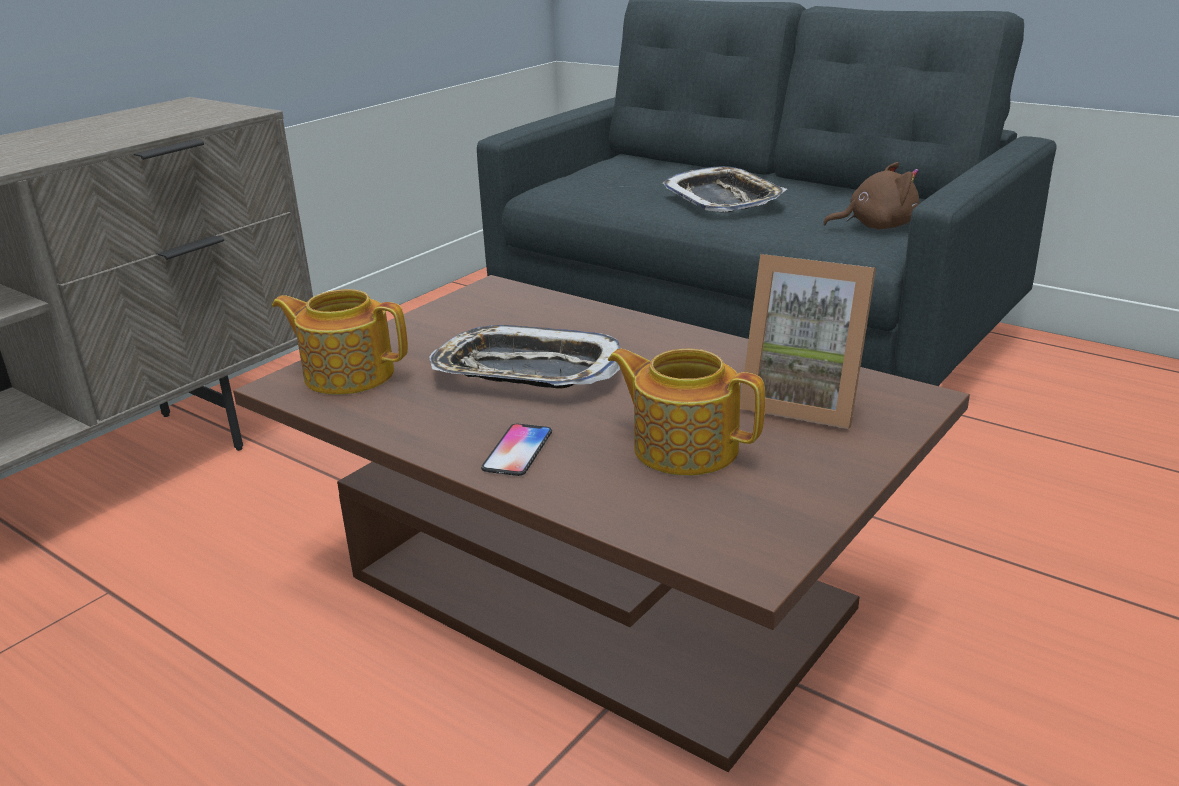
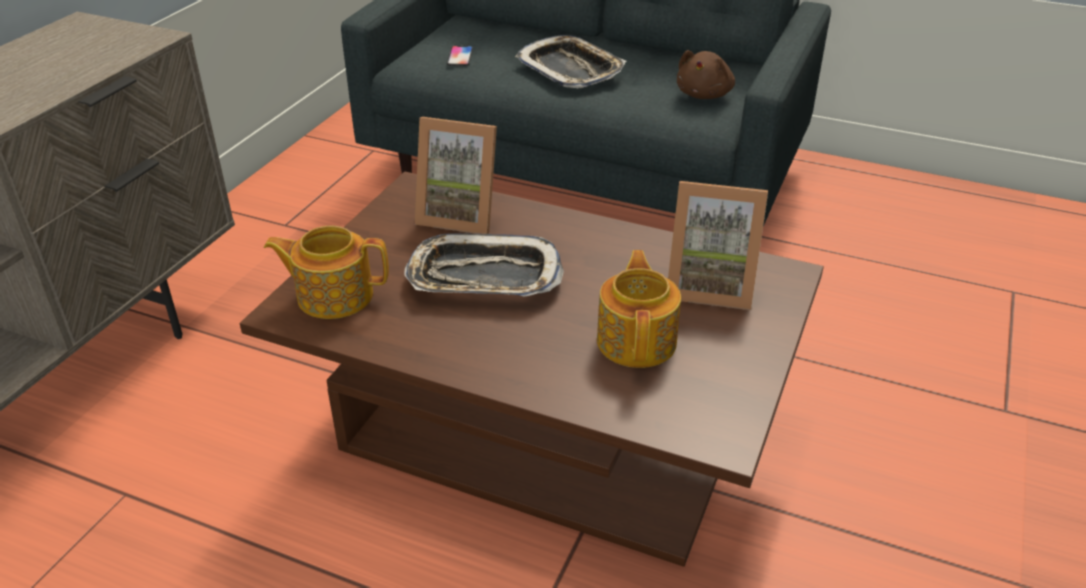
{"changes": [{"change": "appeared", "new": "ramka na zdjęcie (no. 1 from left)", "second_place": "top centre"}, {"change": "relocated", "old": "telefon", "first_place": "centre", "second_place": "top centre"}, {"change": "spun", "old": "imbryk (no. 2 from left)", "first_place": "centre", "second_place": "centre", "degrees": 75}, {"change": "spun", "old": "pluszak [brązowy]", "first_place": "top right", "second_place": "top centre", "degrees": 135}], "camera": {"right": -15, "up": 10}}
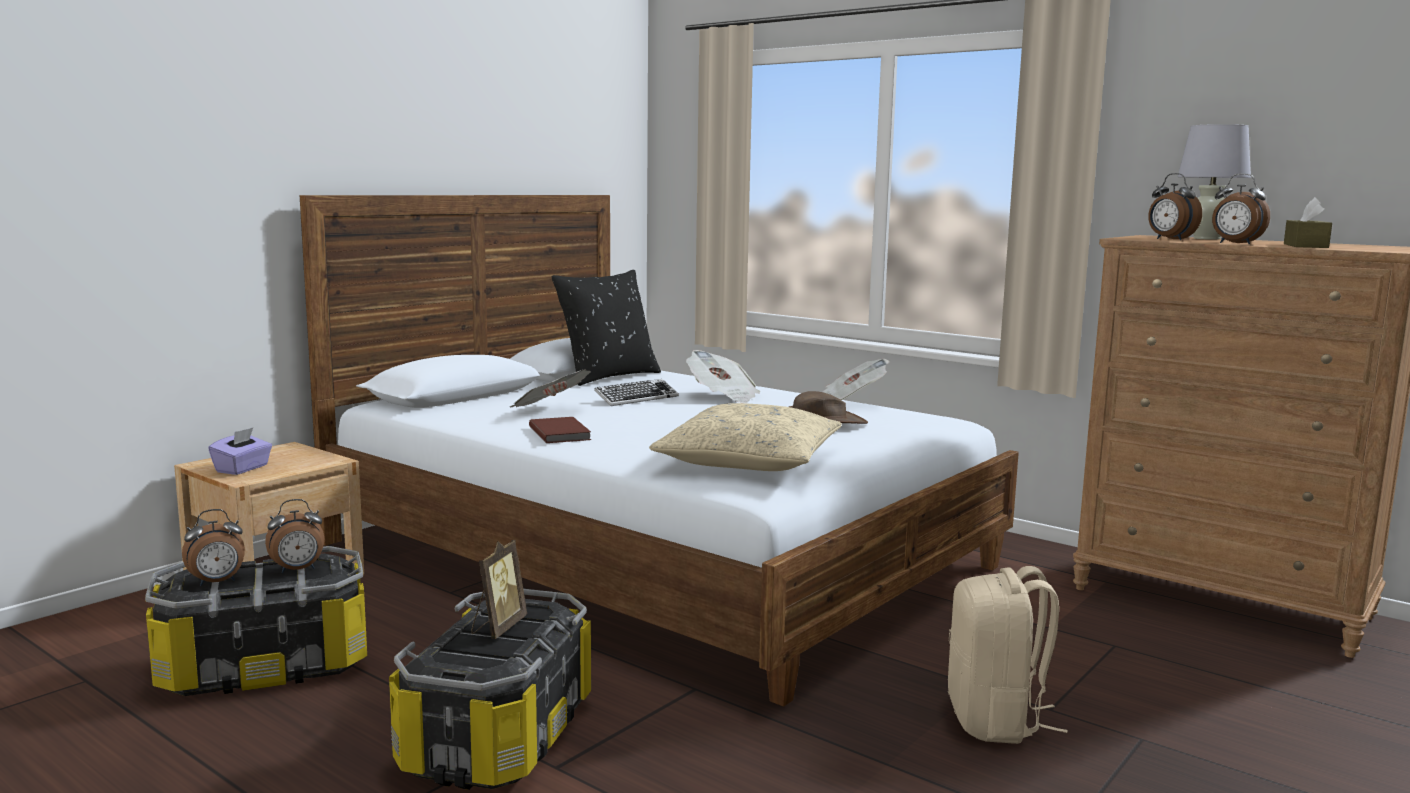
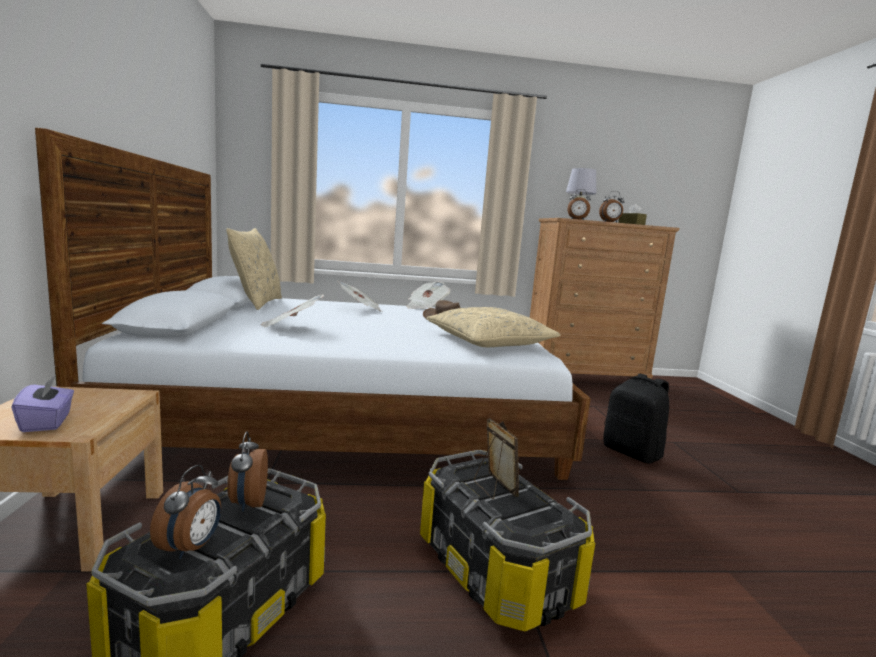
{"changes": [{"change": "colour", "old": "poduszka [czarny]", "new": "poduszka [beżowy] (no. 1 from left)", "first_place": "centre", "second_place": "middle left"}, {"change": "spun", "old": "budzik (no. 2 from left)", "first_place": "bottom left", "second_place": "bottom left", "degrees": 150}, {"change": "colour", "old": "plecak [beżowy]", "new": "plecak [czarny]", "first_place": "bottom right", "second_place": "middle right"}, {"change": "missing", "old": "książka [brązowy]", "first_place": "centre"}, {"change": "missing", "old": "klawiatura", "first_place": "centre"}], "camera": {"right": -45, "up": 0}}
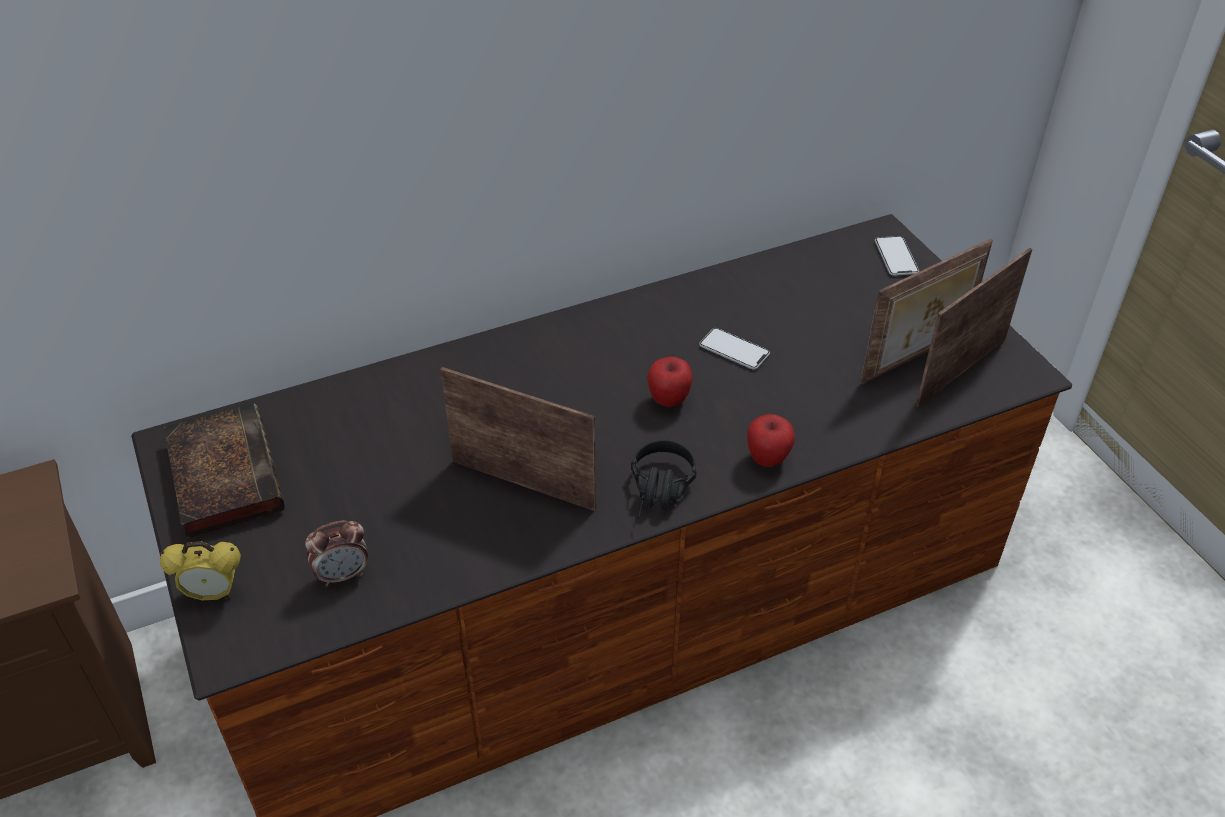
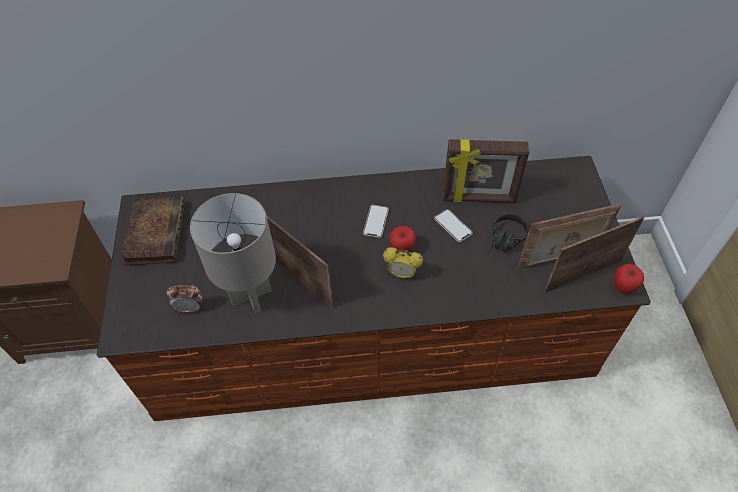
{"changes": [{"change": "appeared", "new": "lampa stołowa [szary]", "second_place": "middle left"}, {"change": "relocated", "old": "telefon (no. 2 from left in the first image)", "new": "telefon (no. 1 from left)", "first_place": "top right", "second_place": "centre"}, {"change": "relocated", "old": "budzik (no. 1 from left in the first image)", "new": "budzik (no. 2 from left)", "first_place": "bottom left", "second_place": "centre"}, {"change": "appeared", "new": "ramka na zdjęcie (no. 2 from left)", "second_place": "centre"}, {"change": "relocated", "old": "słuchawki [czarny]", "first_place": "centre", "second_place": "middle right"}, {"change": "relocated", "old": "jabłko (no. 2 from left)", "first_place": "centre", "second_place": "middle right"}], "camera": {"right": 20, "up": 10}}
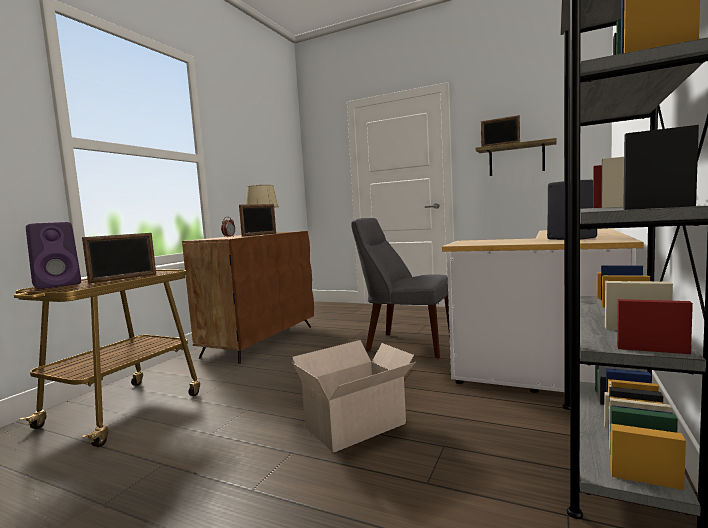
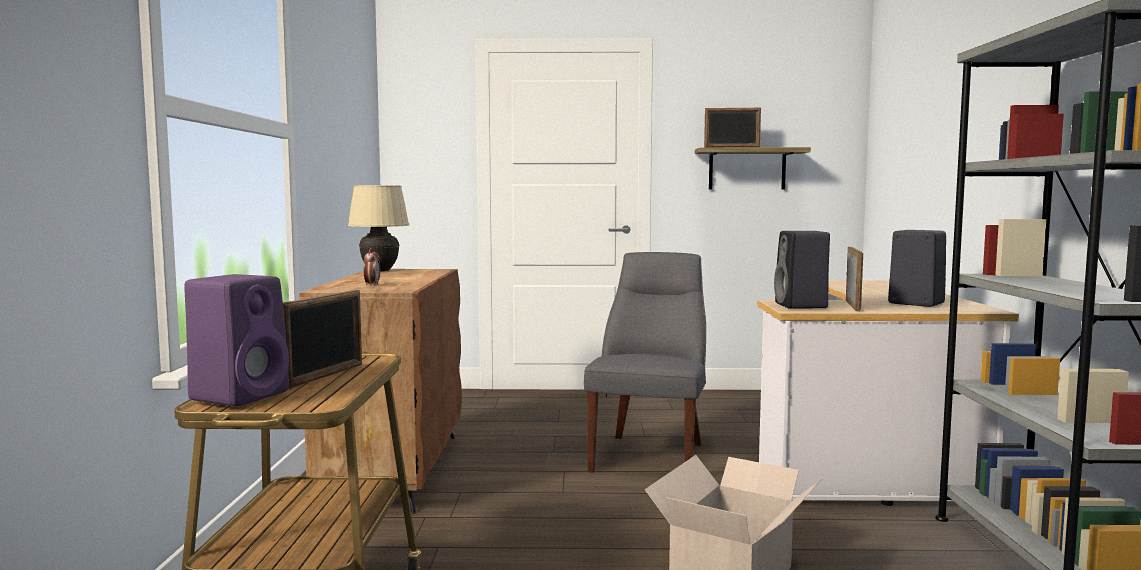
{"changes": [{"change": "spun", "old": "krzesło [szary]", "first_place": "centre", "second_place": "centre", "degrees": 105}, {"change": "appeared", "new": "głośnik [czarny] (no. 1 from left)", "second_place": "middle right"}, {"change": "relocated", "old": "ramka na zdjęcie (no. 2 from left in the first image)", "new": "ramka na zdjęcie (no. 3 from left)", "first_place": "centre", "second_place": "middle right"}], "camera": {"right": -25, "up": 0}}
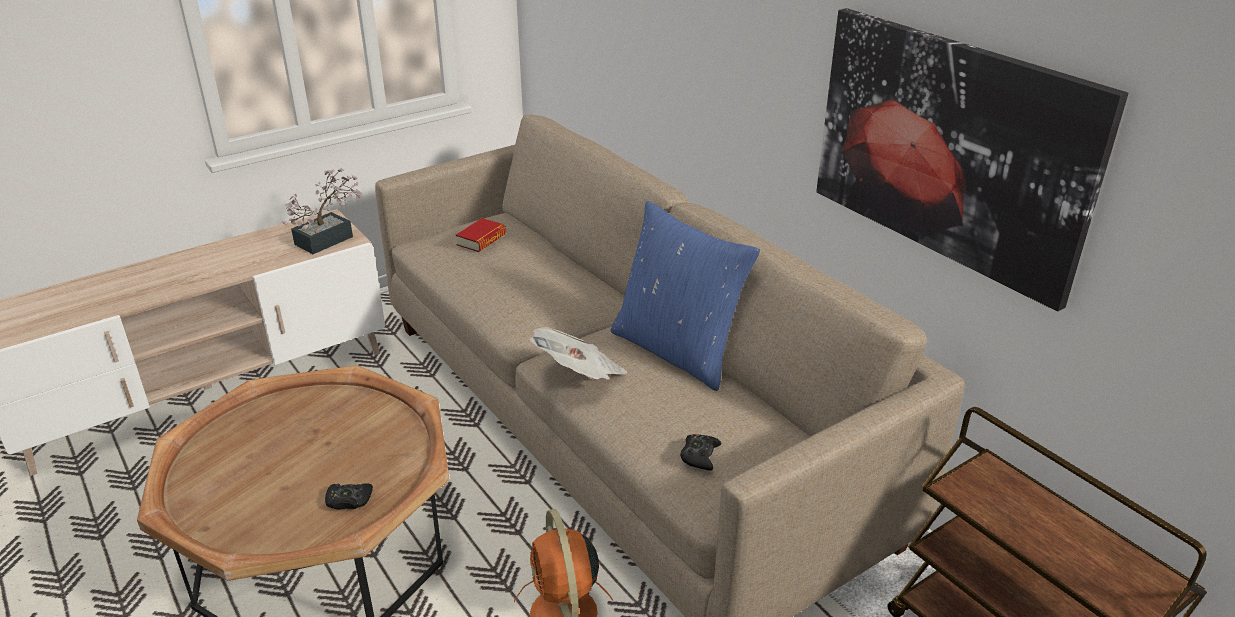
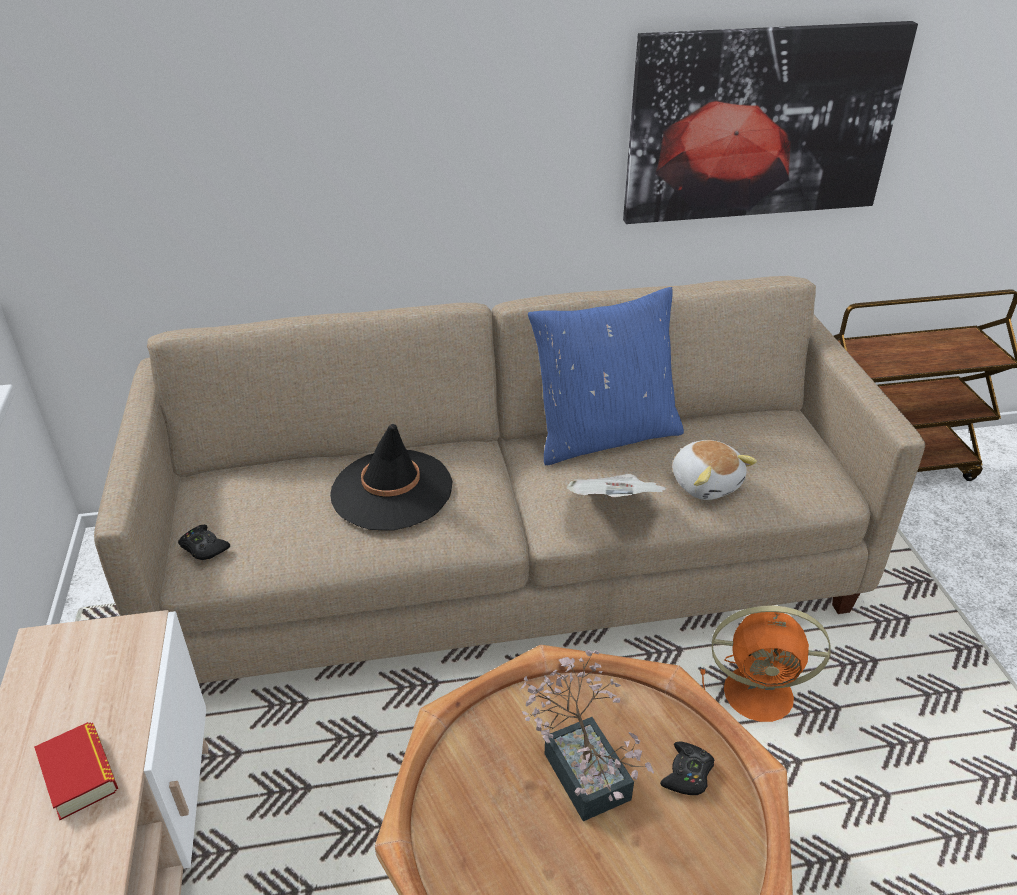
{"changes": [{"change": "relocated", "old": "książka", "first_place": "centre", "second_place": "bottom left"}, {"change": "relocated", "old": "pad do gier [czarny] (no. 2 from left in the first image)", "new": "pad do gier [czarny] (no. 1 from left)", "first_place": "bottom centre", "second_place": "middle left"}, {"change": "appeared", "new": "kapelusz [czarny]", "second_place": "centre"}, {"change": "relocated", "old": "roślina doniczkowa", "first_place": "middle left", "second_place": "bottom centre"}, {"change": "appeared", "new": "pluszak", "second_place": "middle right"}], "camera": {"right": -65, "up": 5}}
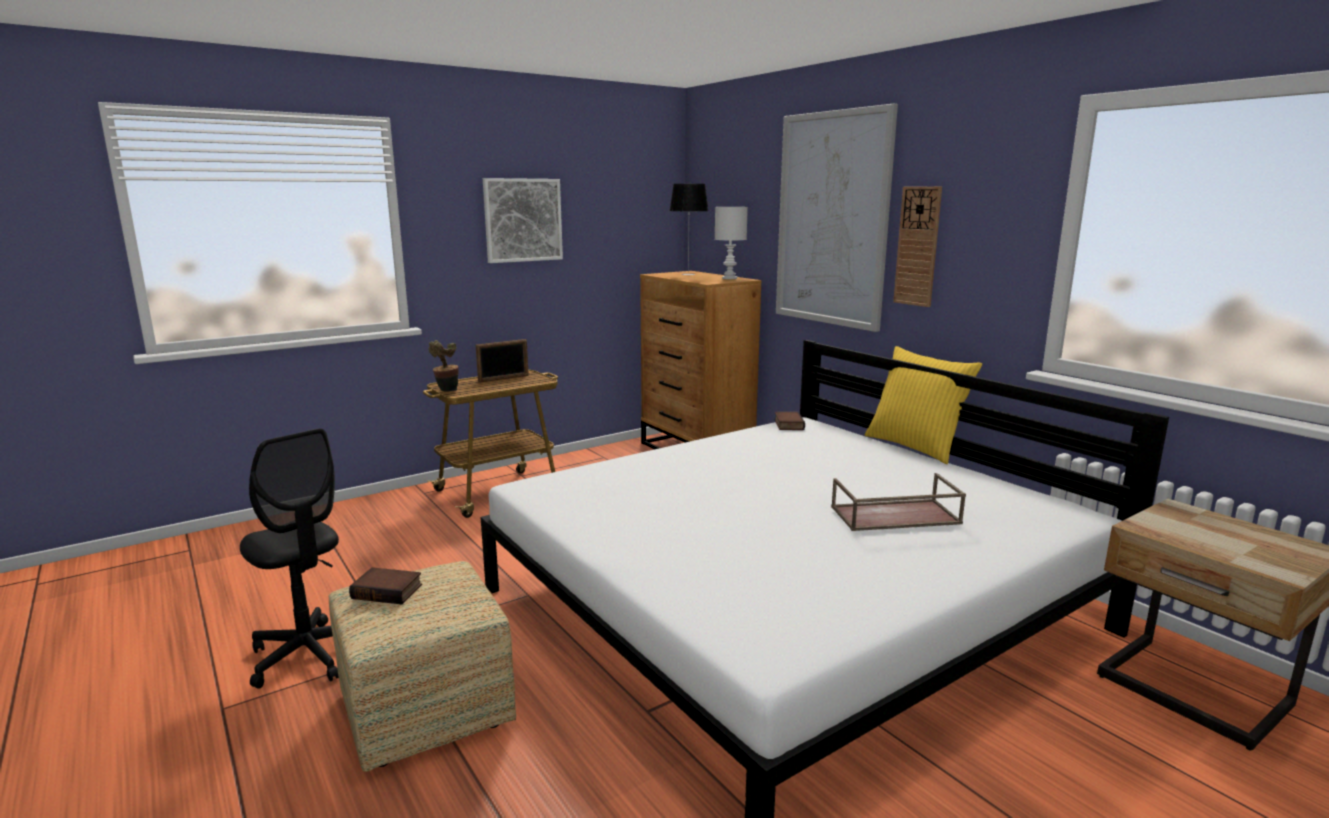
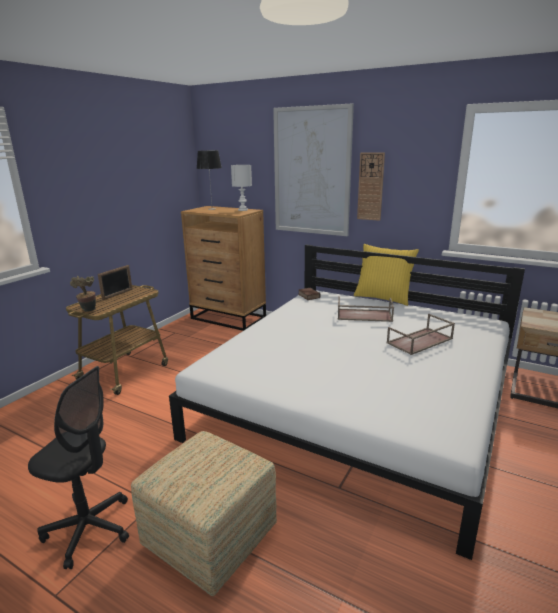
{"changes": [{"change": "appeared", "new": "taca [brązowy] (no. 1 from left)", "second_place": "centre"}, {"change": "missing", "old": "książka (no. 1 from left)", "first_place": "bottom left"}, {"change": "missing", "old": "obraz (no. 1 from left)", "first_place": "top centre"}], "camera": {"right": -25, "up": 5}}
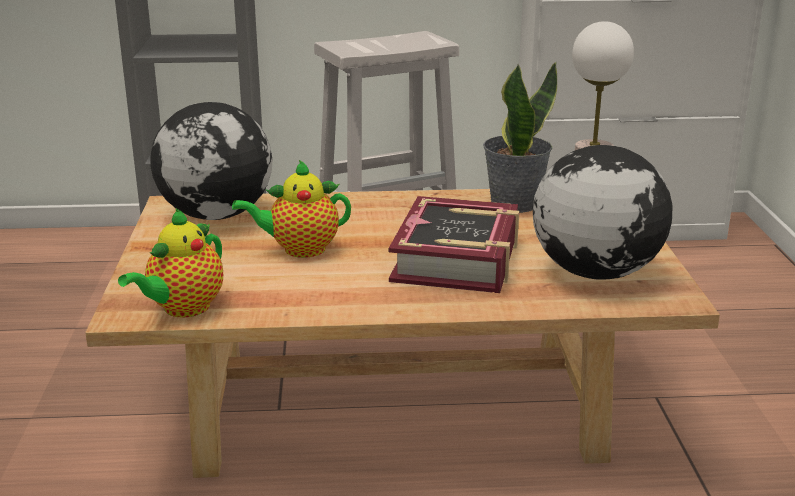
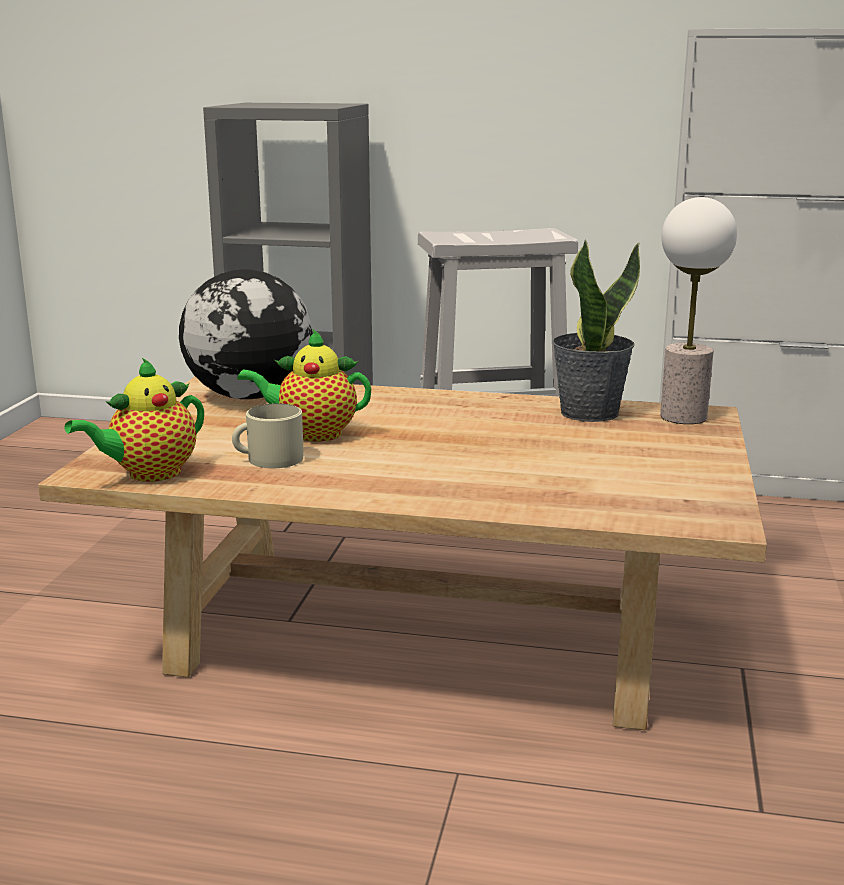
{"changes": [{"change": "appeared", "new": "kubek [beżowy]", "second_place": "middle left"}, {"change": "missing", "old": "książka", "first_place": "centre"}, {"change": "missing", "old": "globus (no. 2 from left)", "first_place": "middle right"}], "camera": {"right": 15, "up": -5}}
